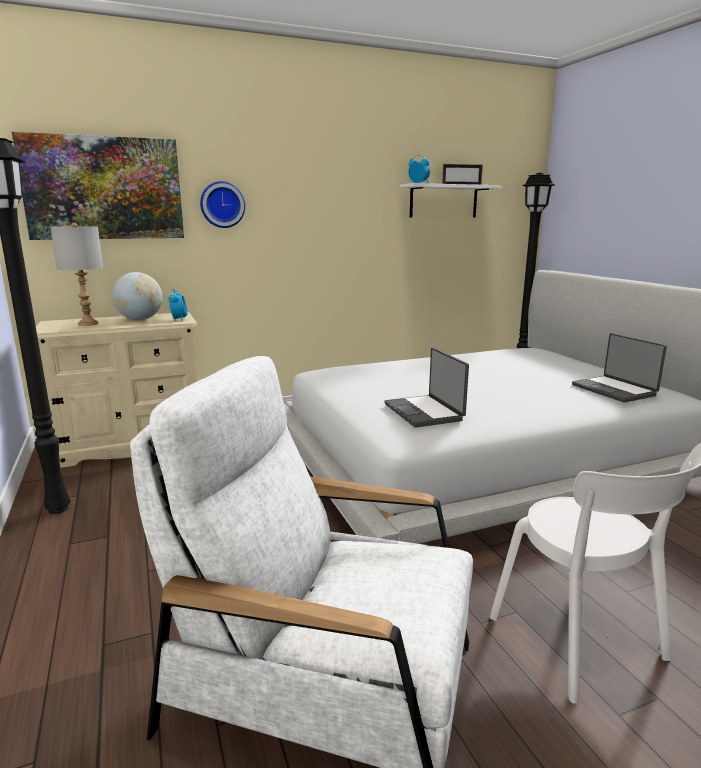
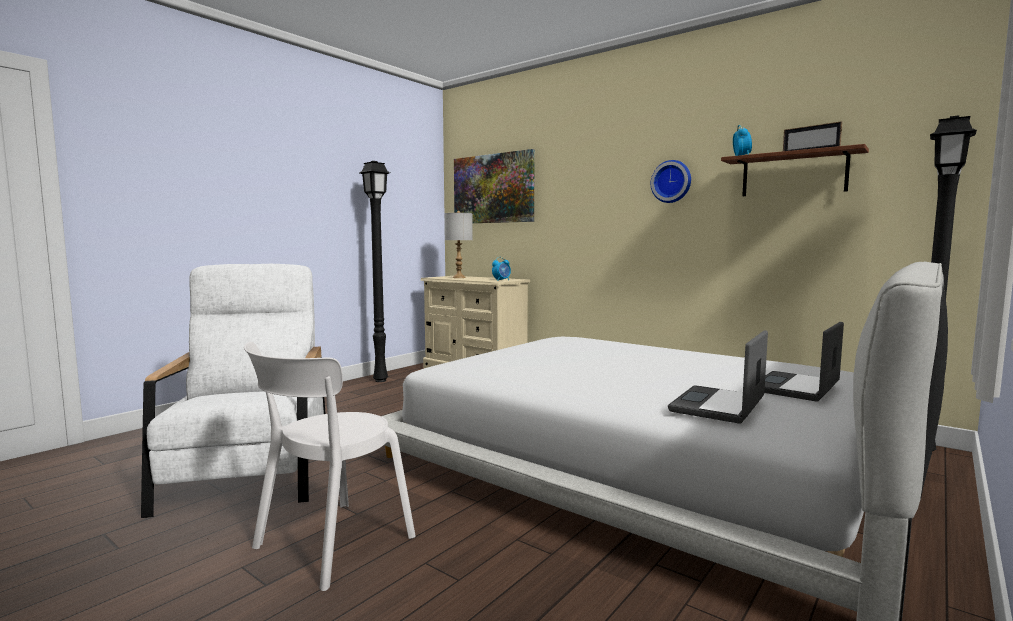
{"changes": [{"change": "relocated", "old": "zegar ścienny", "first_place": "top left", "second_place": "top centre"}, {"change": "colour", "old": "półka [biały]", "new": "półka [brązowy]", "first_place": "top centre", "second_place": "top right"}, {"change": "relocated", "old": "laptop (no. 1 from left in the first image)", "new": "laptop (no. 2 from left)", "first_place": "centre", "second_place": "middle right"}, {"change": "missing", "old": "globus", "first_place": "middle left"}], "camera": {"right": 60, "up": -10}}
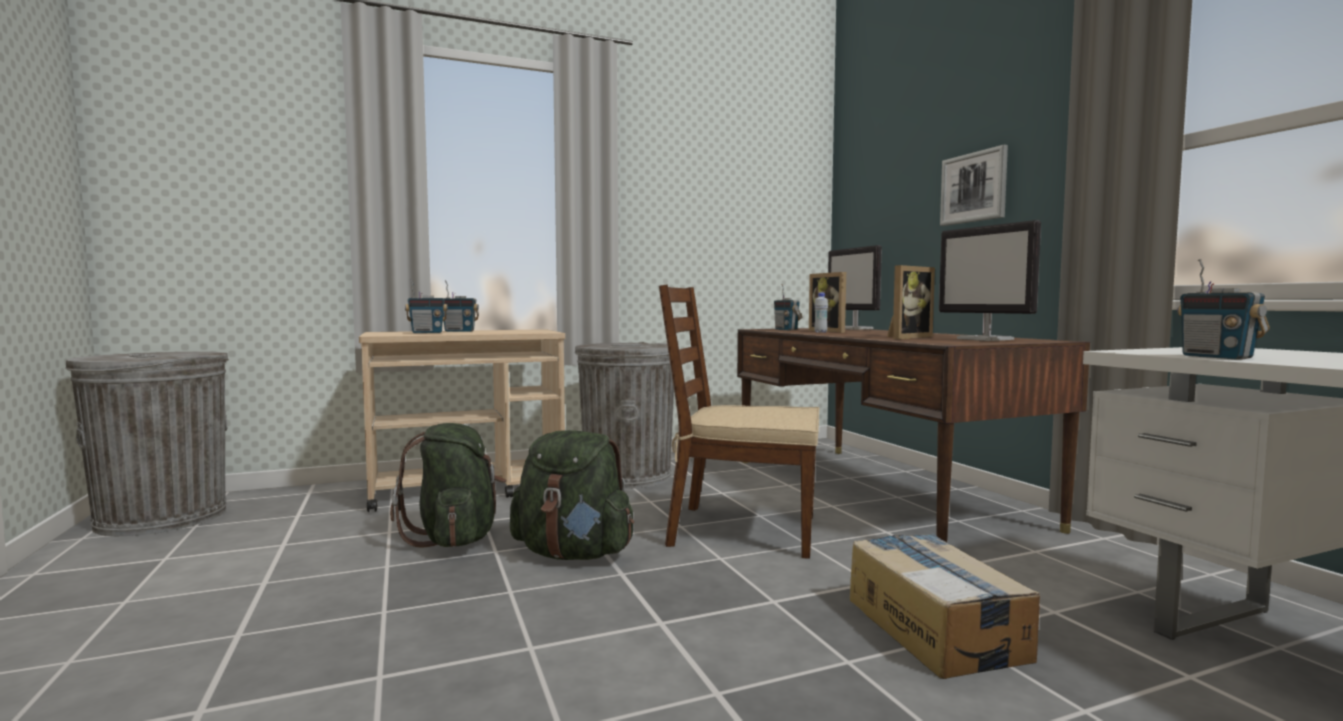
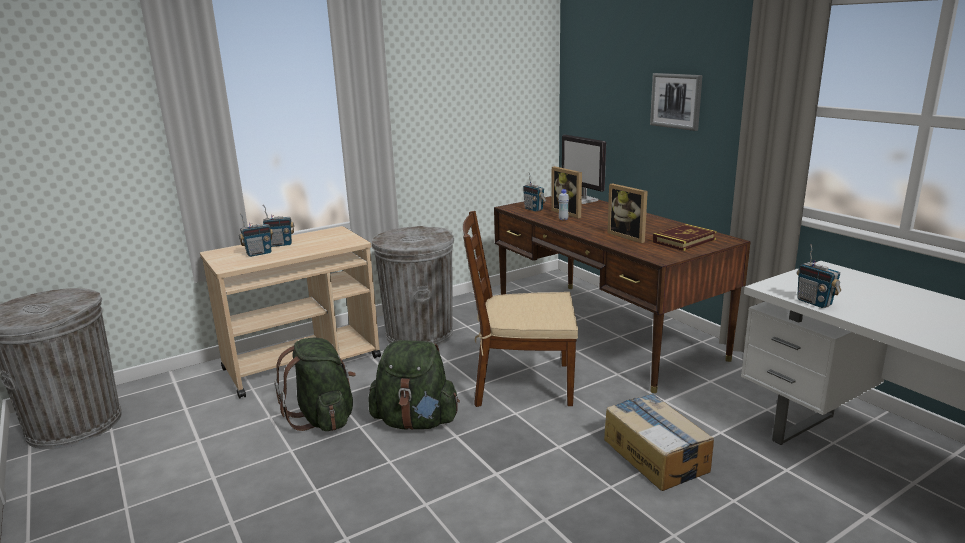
{"changes": [{"change": "spun", "old": "ramka na zdjęcie (no. 2 from left)", "first_place": "middle right", "second_place": "centre", "degrees": 105}, {"change": "exchanged", "old": "monitor (no. 2 from left)", "new": "książka", "first_place": "middle right", "second_place": "middle right"}], "camera": {"right": -10, "up": 15}}
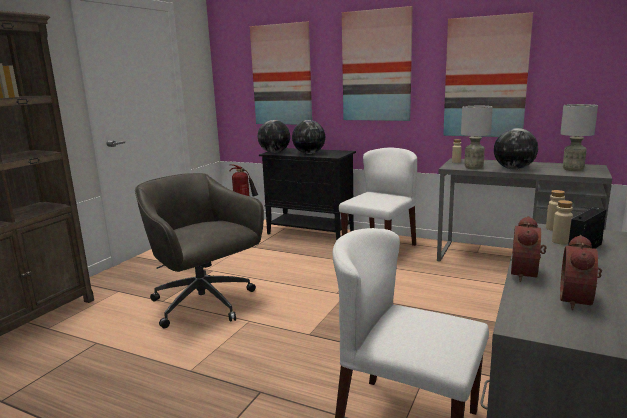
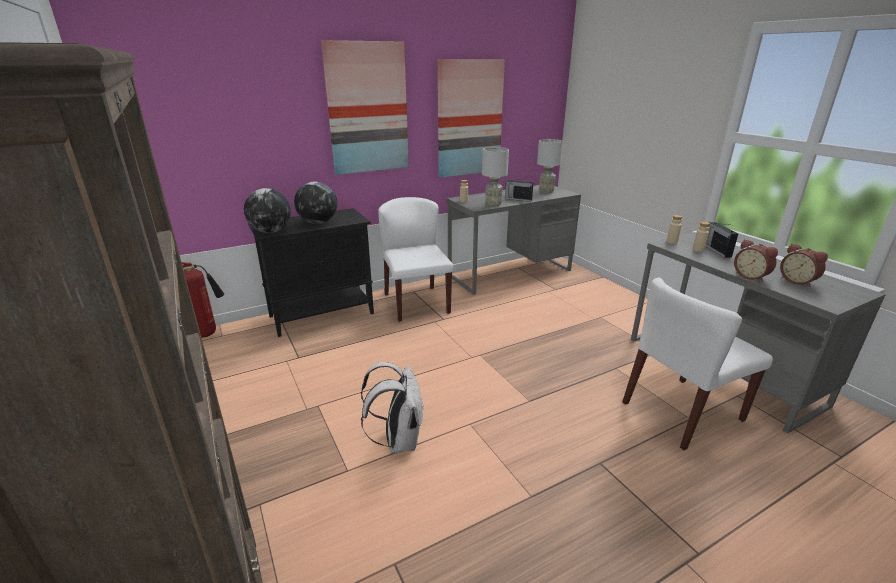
{"changes": [{"change": "exchanged", "old": "krzesło biurowe [szary]", "new": "plecak [biały]", "first_place": "middle left", "second_place": "bottom centre"}, {"change": "exchanged", "old": "globus (no. 3 from left)", "new": "radio (no. 1 from left)", "first_place": "middle right", "second_place": "top centre"}, {"change": "missing", "old": "obraz (no. 1 from left)", "first_place": "top centre"}], "camera": {"right": -55, "up": 10}}
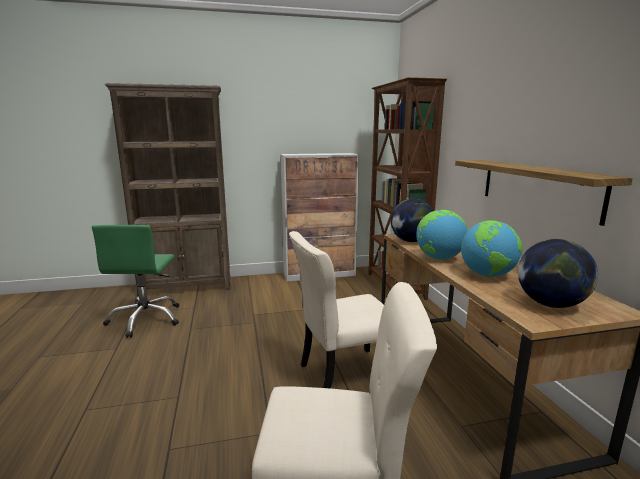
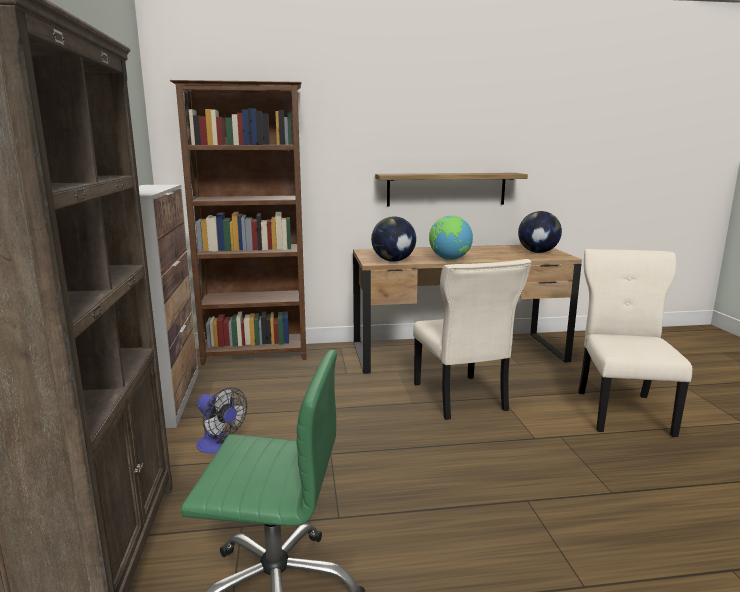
{"changes": [{"change": "appeared", "new": "wentylator", "second_place": "bottom left"}, {"change": "missing", "old": "globus (no. 3 from left)", "first_place": "middle right"}], "camera": {"right": -85, "up": 0}}
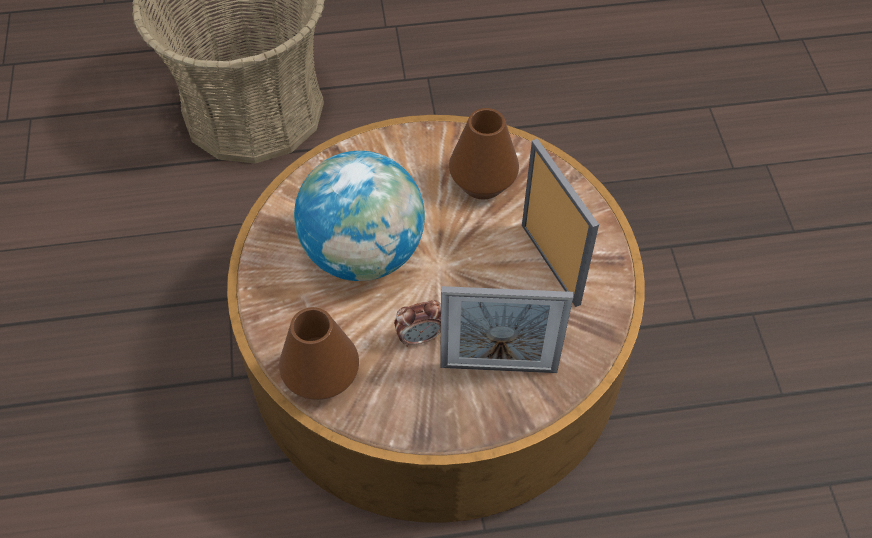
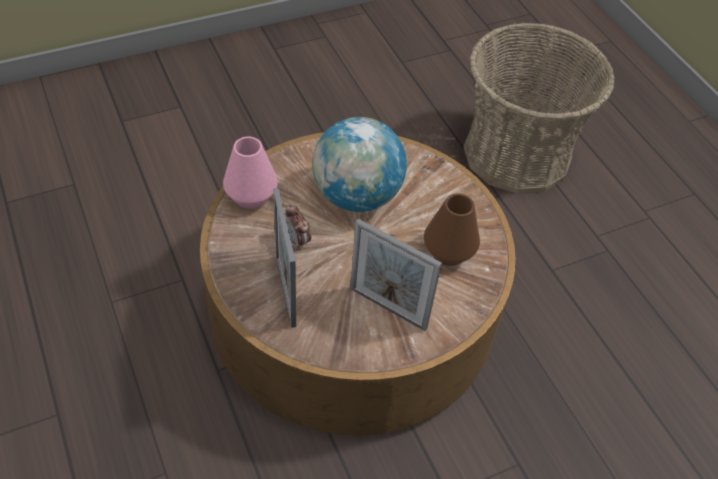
{"changes": [{"change": "colour", "old": "wazon [brązowy] (no. 1 from left)", "new": "wazon [różowy]", "first_place": "centre", "second_place": "centre"}, {"change": "spun", "old": "ramka na zdjęcie (no. 2 from left)", "first_place": "centre", "second_place": "centre", "degrees": 75}], "camera": {"right": 70, "up": -5}}
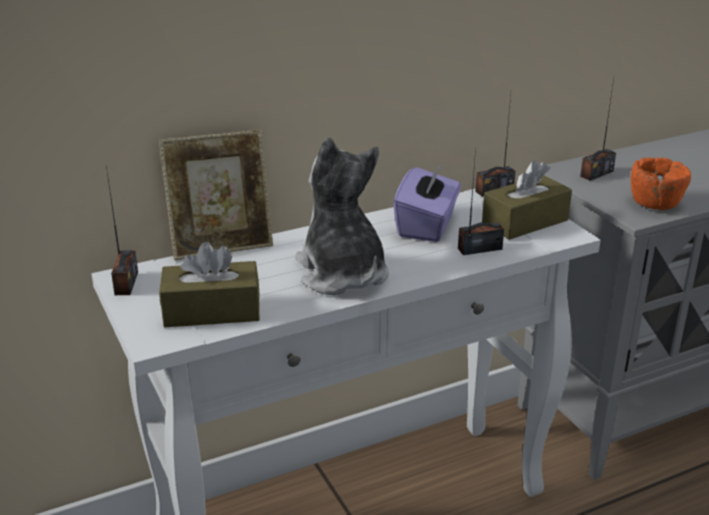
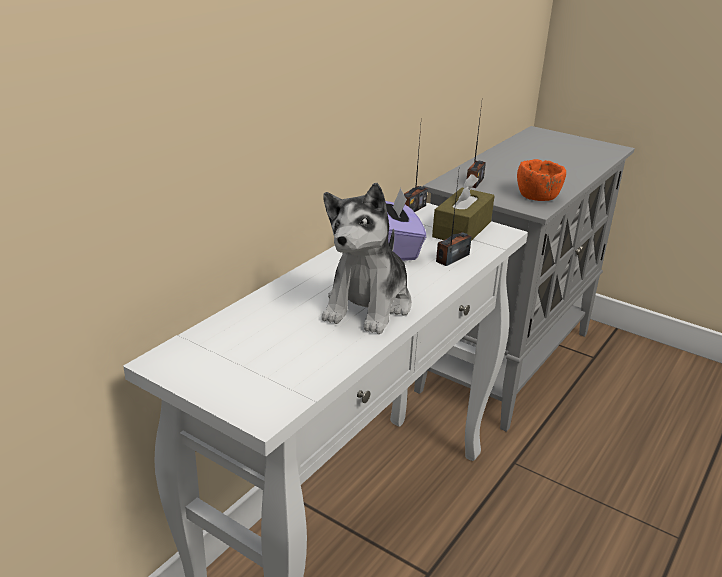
{"changes": [{"change": "spun", "old": "pluszak", "first_place": "centre", "second_place": "centre", "degrees": -105}, {"change": "missing", "old": "radio (no. 1 from left)", "first_place": "middle left"}, {"change": "missing", "old": "ramka na zdjęcie", "first_place": "middle left"}, {"change": "missing", "old": "pudełko chusteczek [brązowy] (no. 1 from left)", "first_place": "middle left"}], "camera": {"right": -30, "up": 0}}
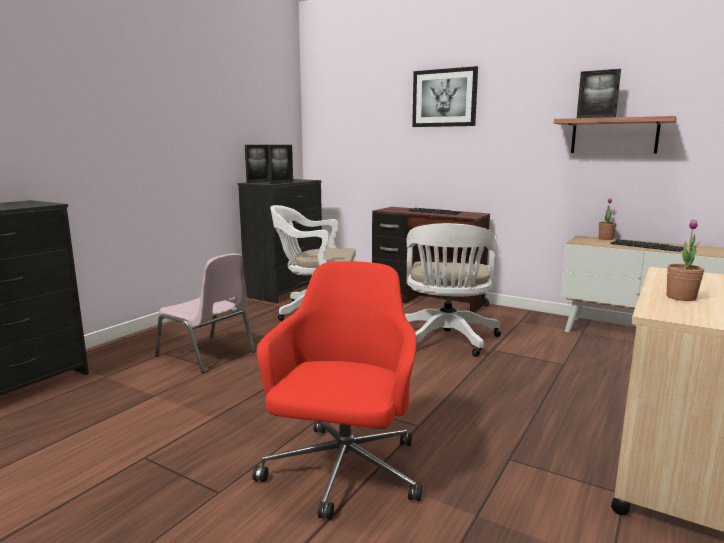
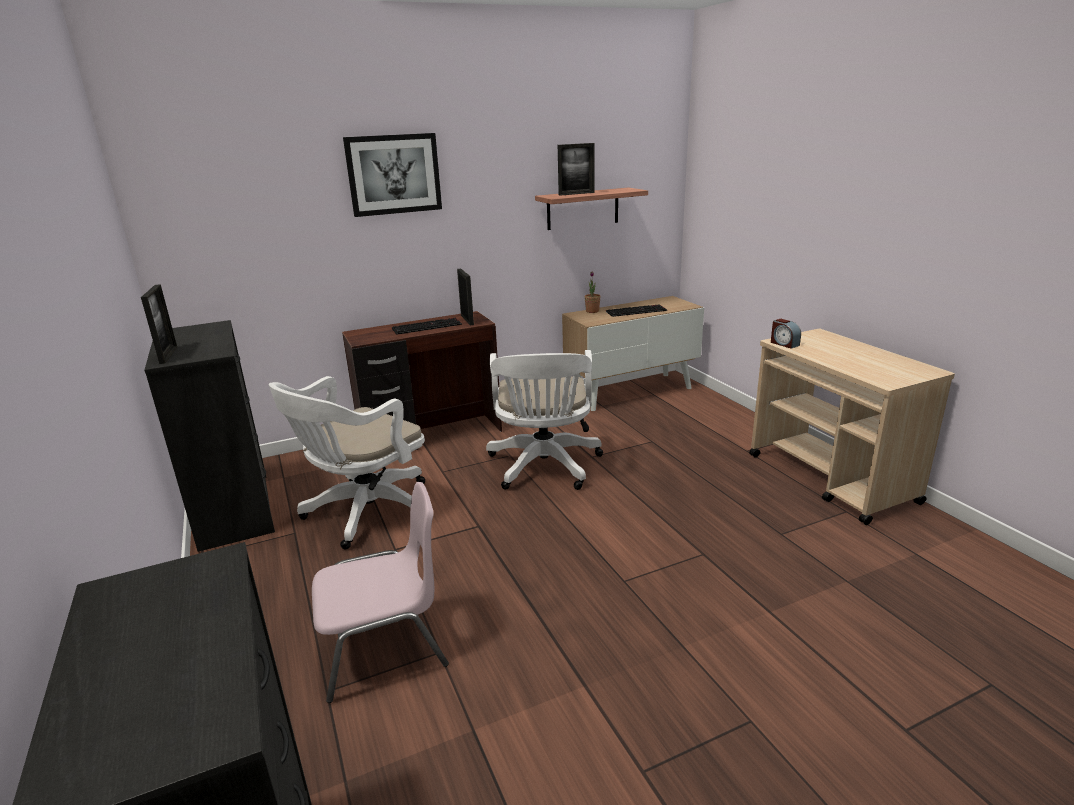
{"changes": [{"change": "relocated", "old": "ramka na zdjęcie (no. 2 from left)", "first_place": "top centre", "second_place": "centre"}, {"change": "spun", "old": "krzesło biurowe [biały] (no. 2 from left)", "first_place": "centre", "second_place": "centre", "degrees": 45}, {"change": "appeared", "new": "budzik", "second_place": "middle right"}, {"change": "missing", "old": "krzesło biurowe [czerwony]", "first_place": "bottom centre"}, {"change": "missing", "old": "roślina doniczkowa (no. 2 from left)", "first_place": "middle right"}], "camera": {"right": -55, "up": 10}}
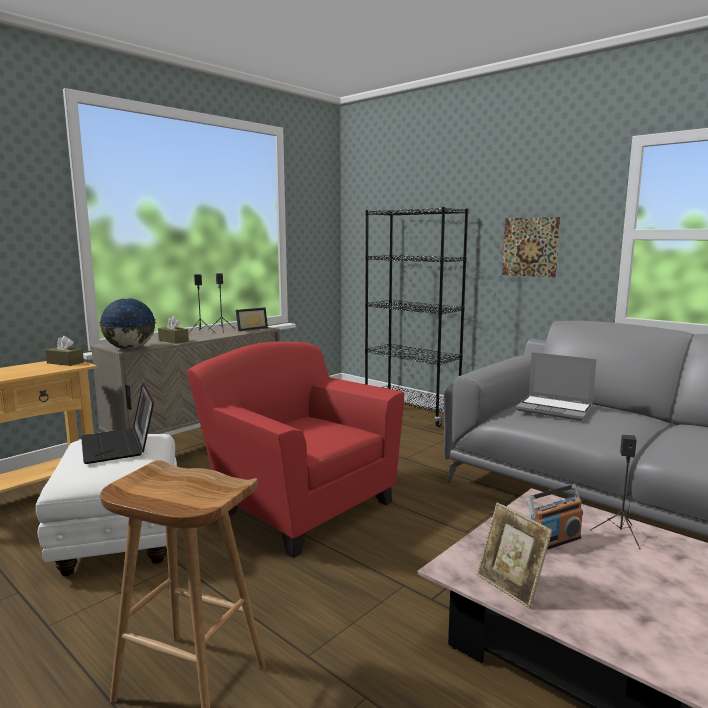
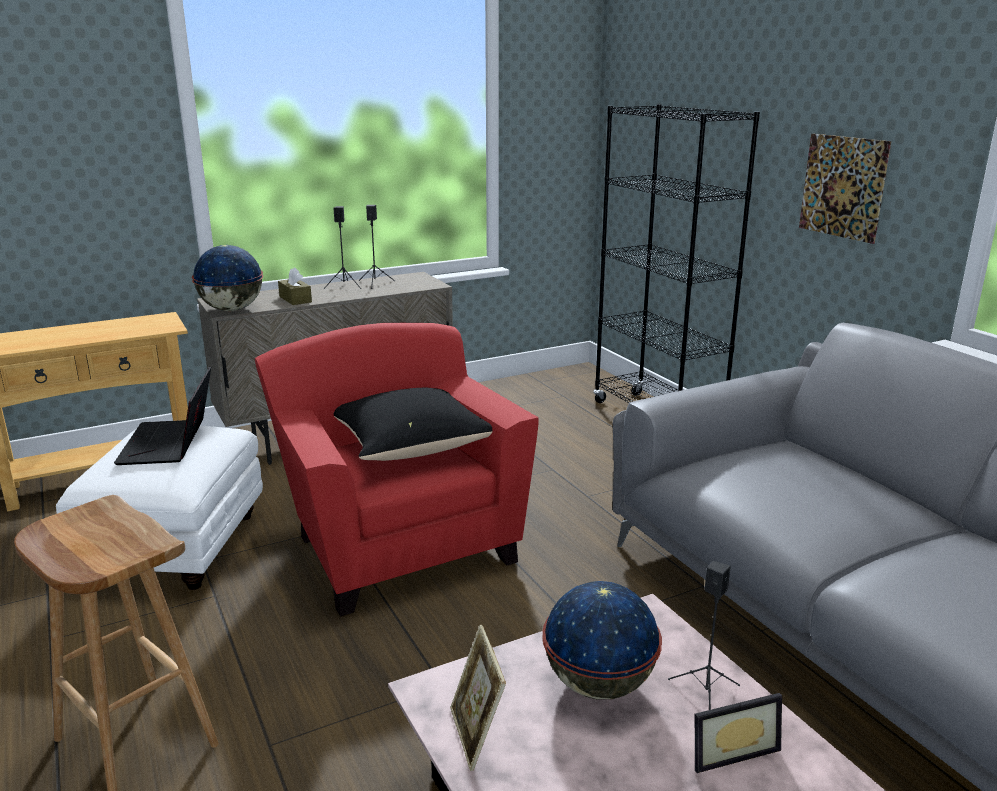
{"changes": [{"change": "appeared", "new": "poduszka [czarny]", "second_place": "centre"}, {"change": "exchanged", "old": "radio", "new": "globus (no. 2 from left)", "first_place": "bottom right", "second_place": "bottom centre"}, {"change": "relocated", "old": "ramka na zdjęcie (no. 1 from left in the first image)", "new": "ramka na zdjęcie (no. 2 from left)", "first_place": "centre", "second_place": "bottom right"}, {"change": "missing", "old": "pudełko chusteczek [brązowy] (no. 1 from left)", "first_place": "middle left"}, {"change": "missing", "old": "laptop (no. 2 from left)", "first_place": "middle right"}], "camera": {"right": 20, "up": 10}}
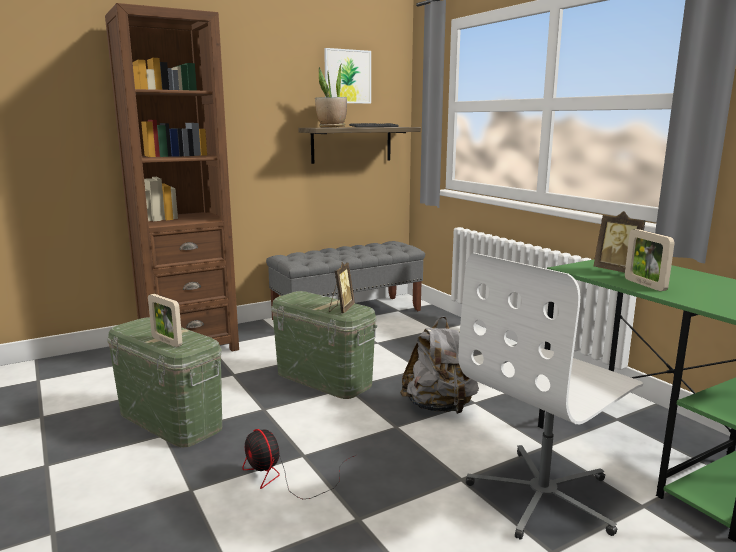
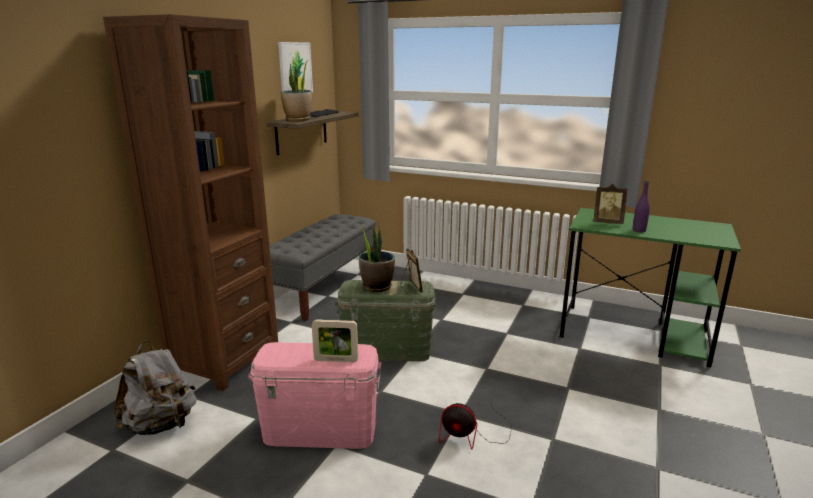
{"changes": [{"change": "relocated", "old": "plecak [szary]", "first_place": "centre", "second_place": "bottom left"}, {"change": "colour", "old": "pojemnik do przechowywania [zielony] (no. 1 from left)", "new": "pojemnik do przechowywania [różowy]", "first_place": "bottom left", "second_place": "bottom centre"}, {"change": "appeared", "new": "roślina doniczkowa (no. 2 from left)", "second_place": "centre"}, {"change": "exchanged", "old": "ramka na zdjęcie (no. 4 from left)", "new": "butelka [fioletowy]", "first_place": "middle right", "second_place": "middle right"}, {"change": "missing", "old": "krzesło biurowe [biały]", "first_place": "bottom right"}], "camera": {"right": -35, "up": 5}}
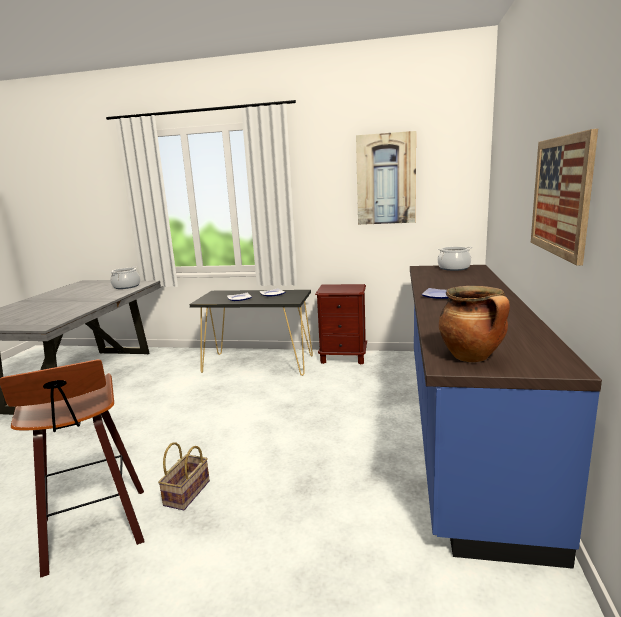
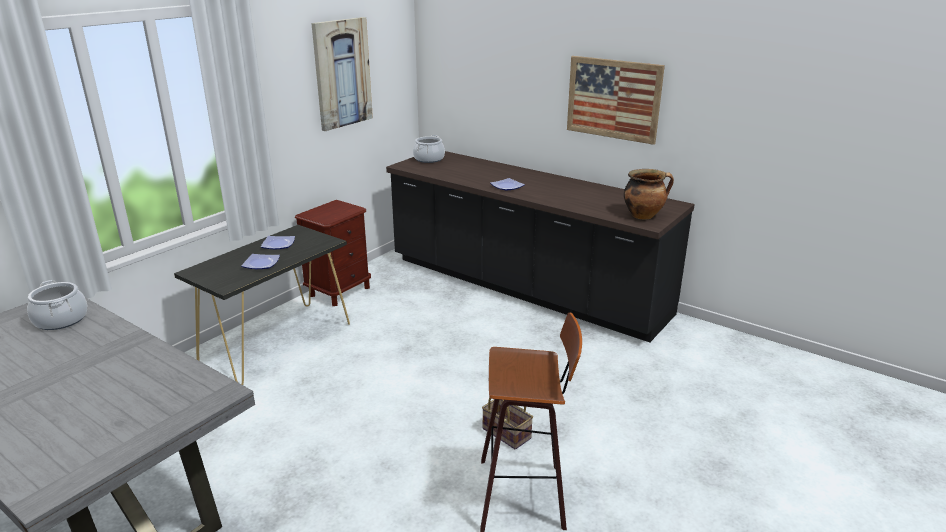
{"changes": [{"change": "colour", "old": "zabudowa kuchenna [niebieski]", "new": "zabudowa kuchenna [czarny]", "first_place": "bottom right", "second_place": "centre"}], "camera": {"right": -65, "up": 10}}
